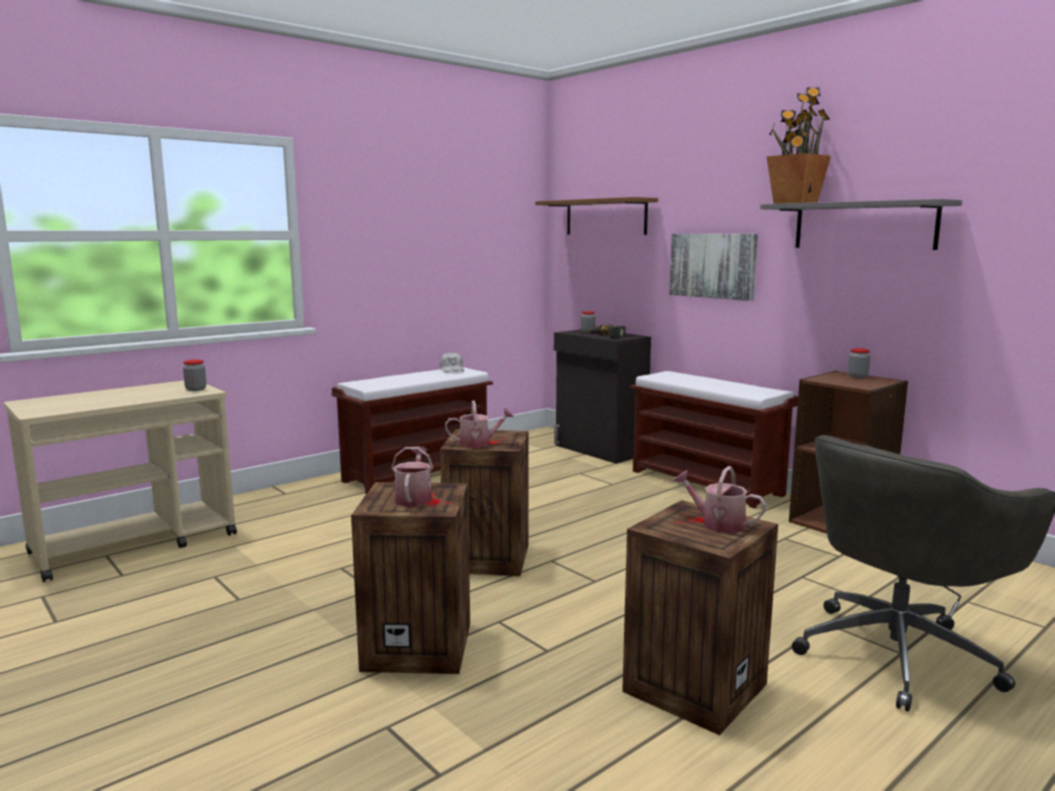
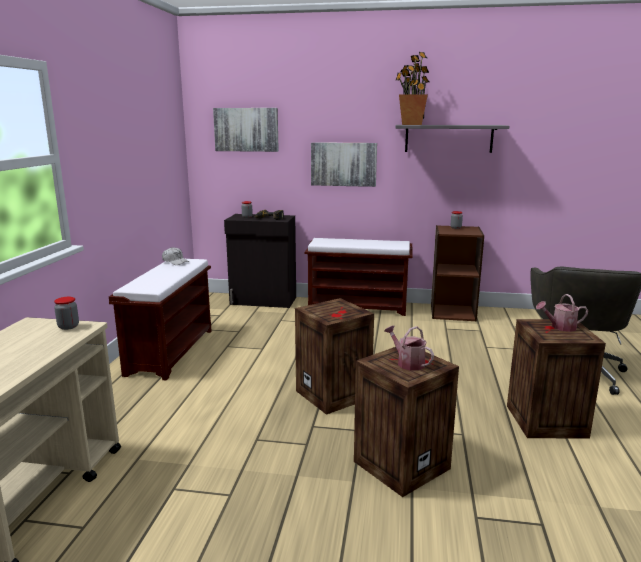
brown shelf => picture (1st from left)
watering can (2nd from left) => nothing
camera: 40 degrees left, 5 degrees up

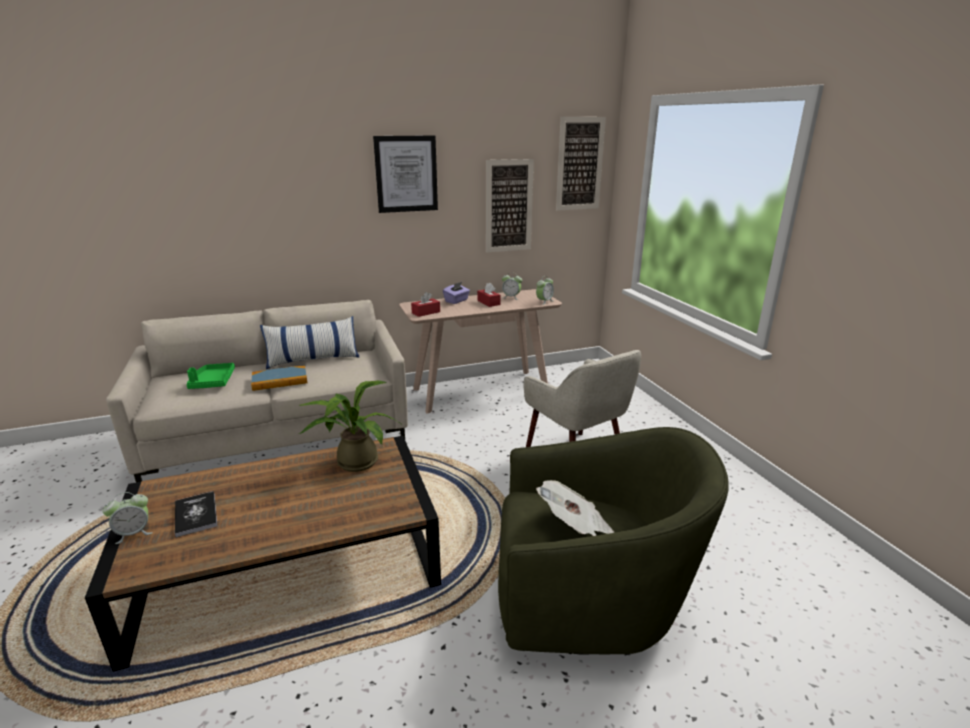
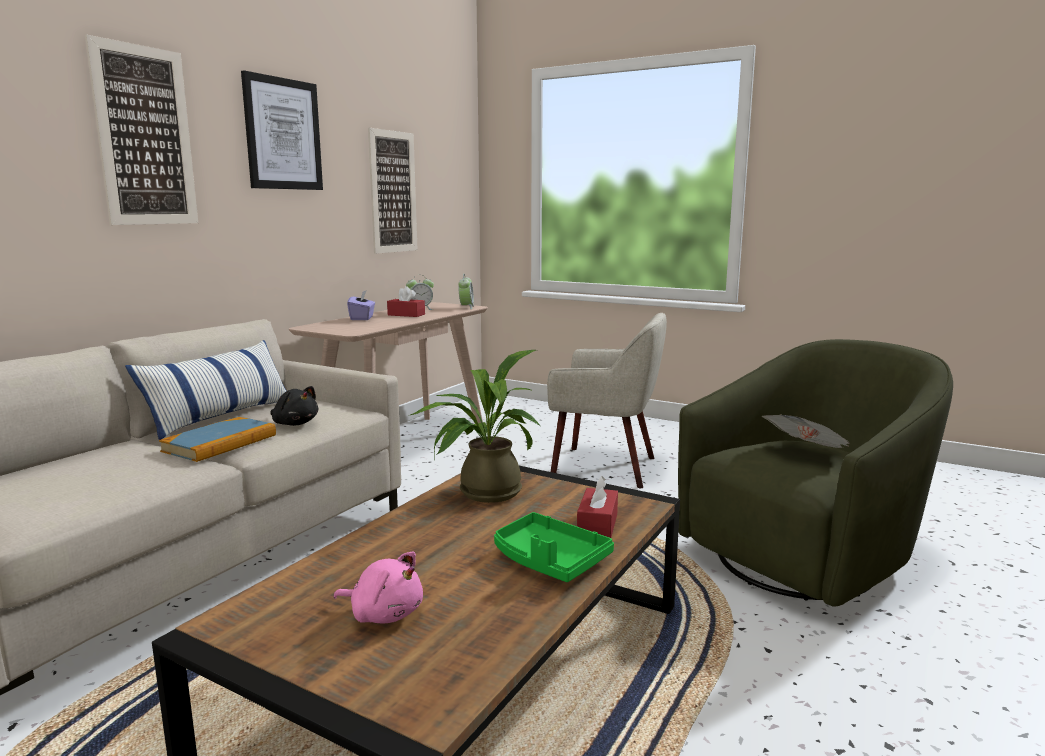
picture (3rd from left in the first image) => picture (1st from left), move
nothing => black plush toy
book (1st from left) => pink plush toy
green tray, move
red tissue box (1st from left in the first image) => red tissue box (2nd from left), move
alarm clock (1st from left) => nothing
camera: 40 degrees left, 10 degrees down

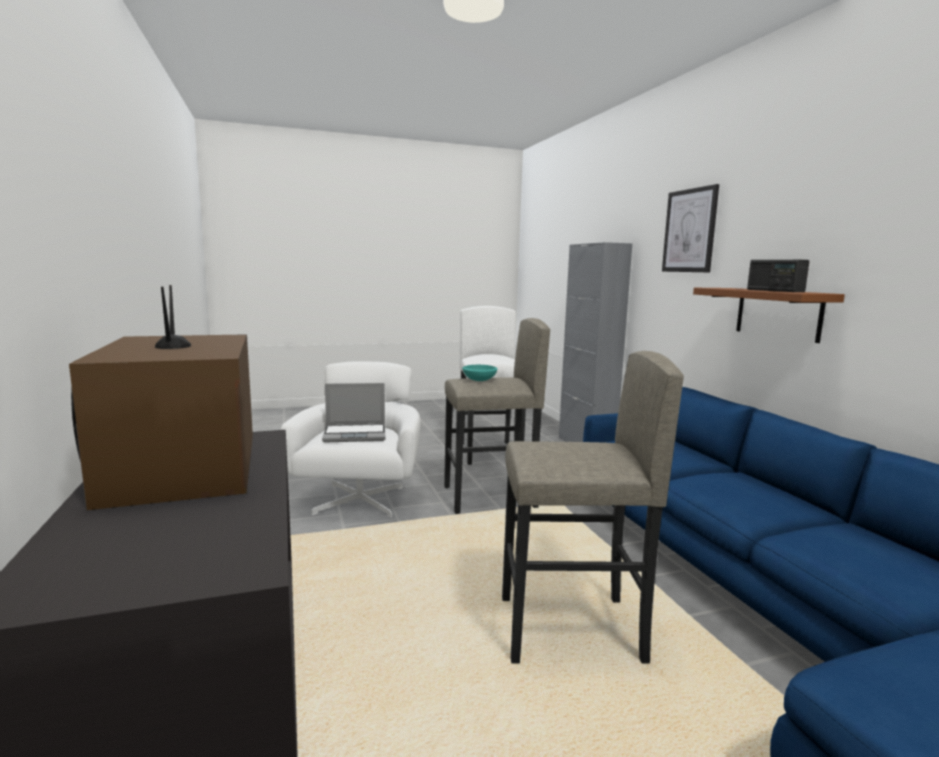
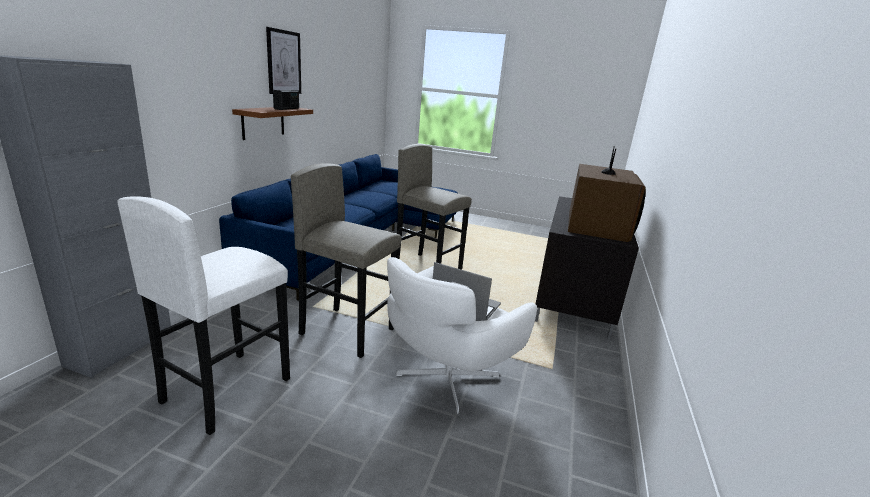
picture, move
turquoise bowl => nothing
camera: 145 degrees left, 10 degrees up

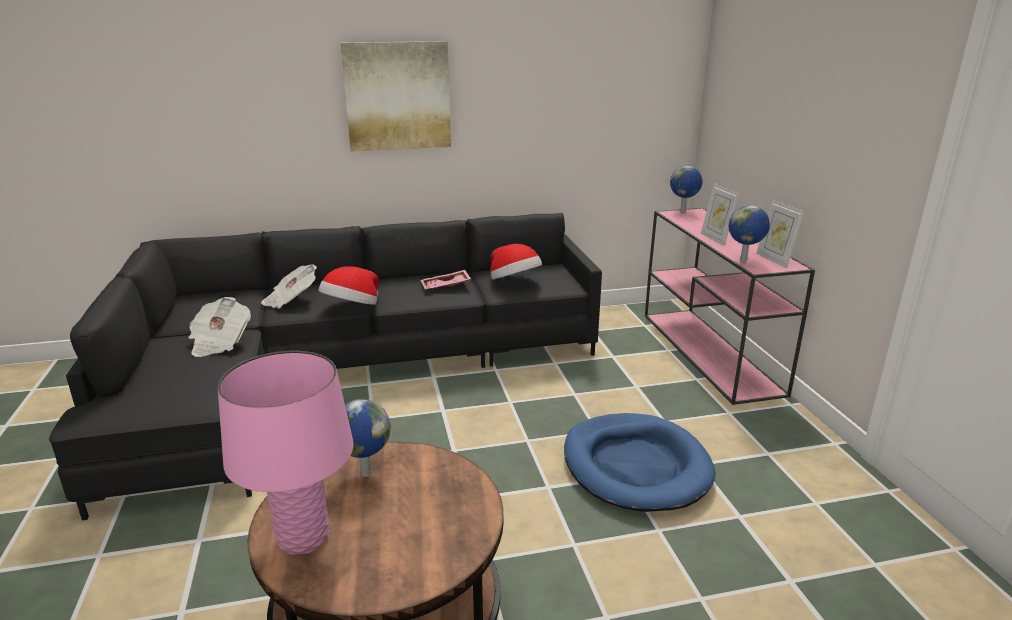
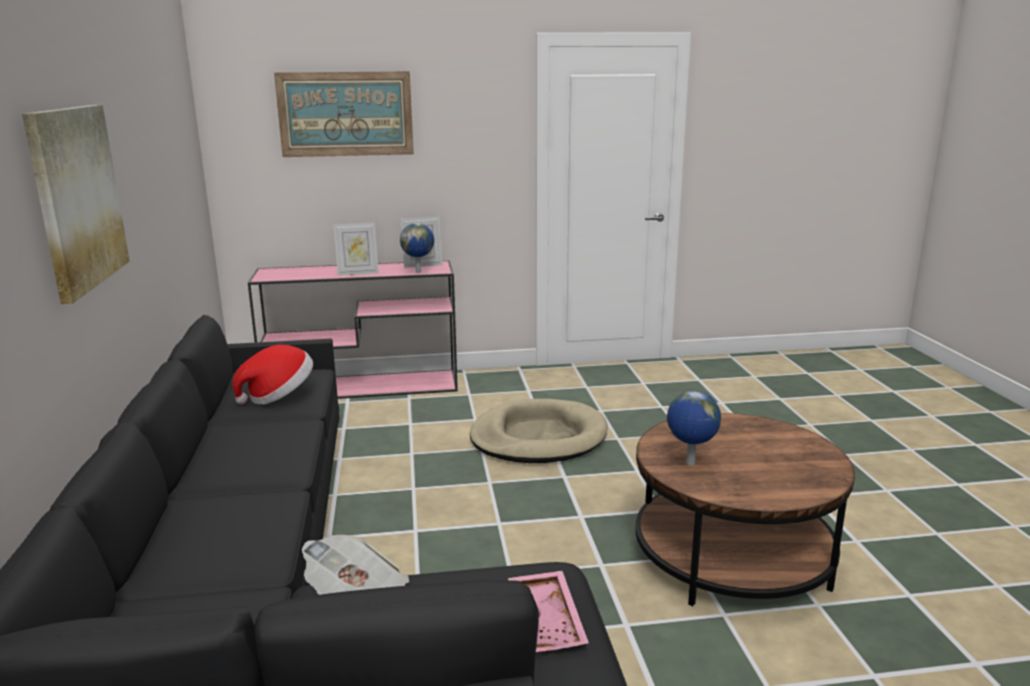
nothing => picture (2nd from left)
blue dog bed => beige dog bed
pink tray, move
pink table lamp => nothing
newspaper (2nd from left) => nothing
hat (1st from left) => nothing
globe (2nd from left) => nothing
camera: 85 degrees left, 5 degrees down

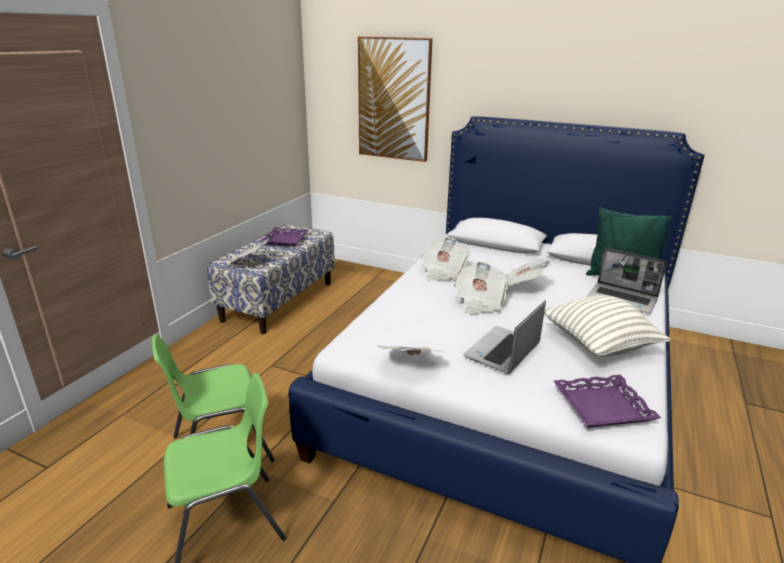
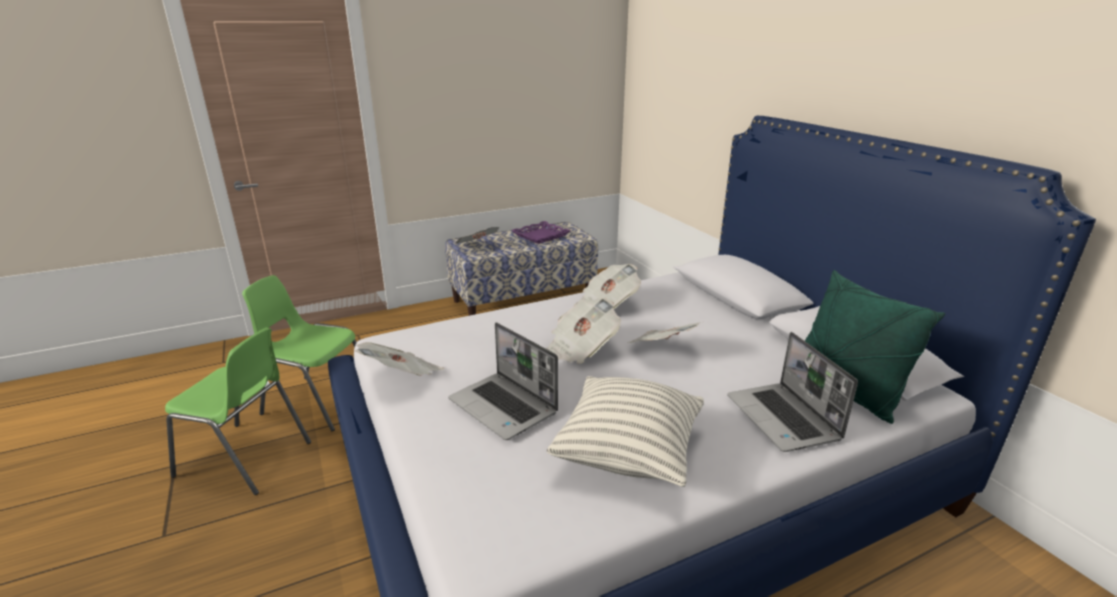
laptop (1st from left), 120 degrees counterclockwise
picture => nothing
purple tray (2nd from left) => nothing
camera: 40 degrees right, 0 degrees up

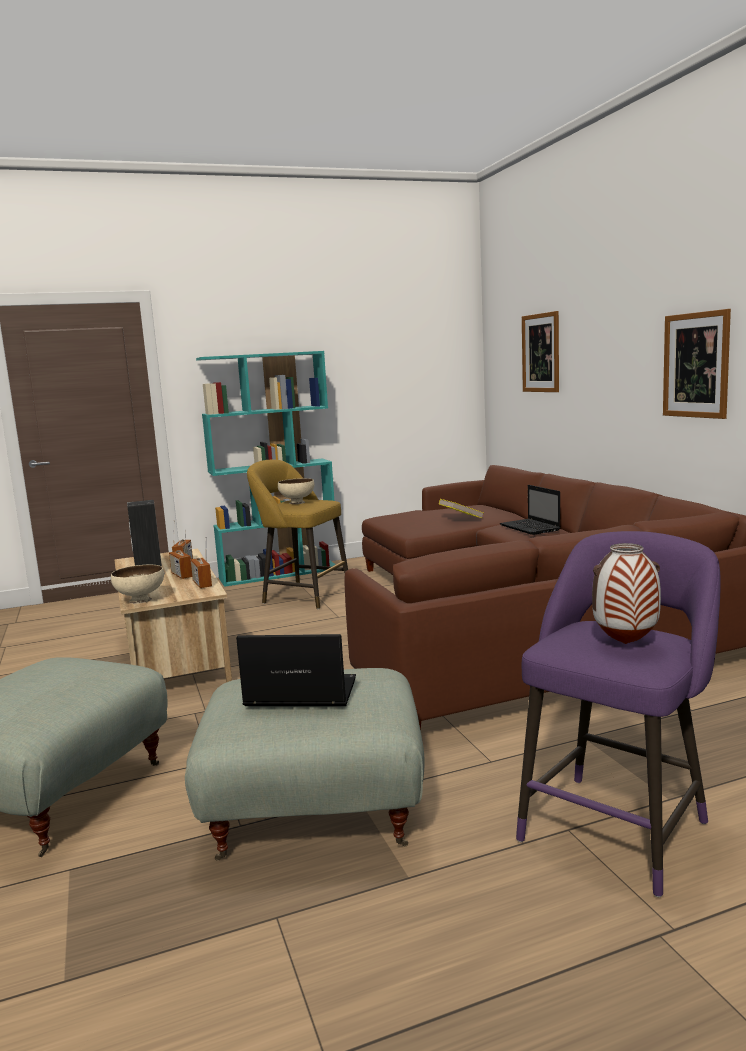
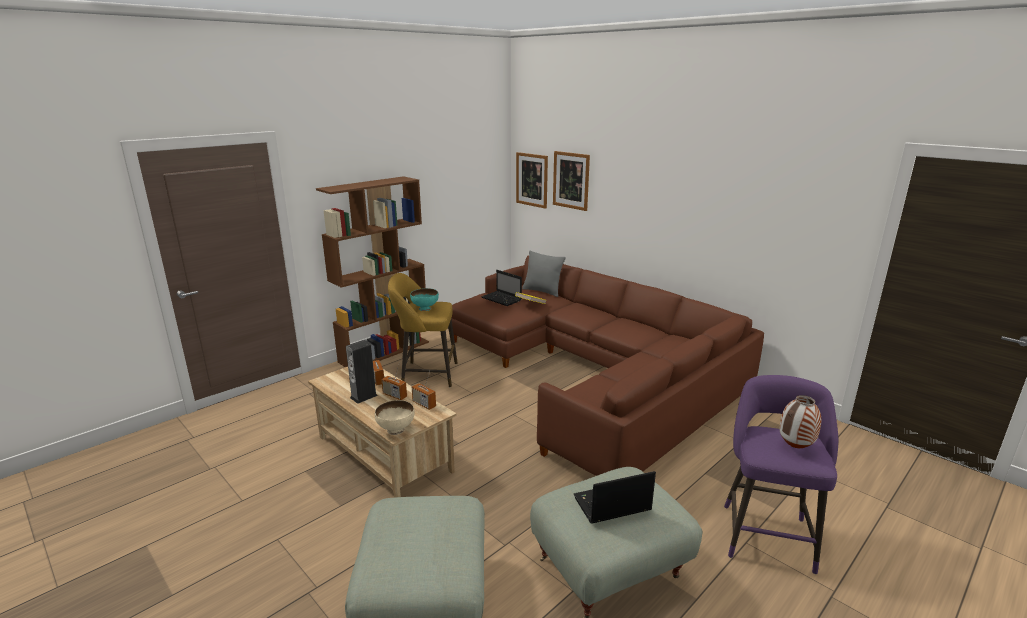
turquoise bookcase => brown bookcase
beige bowl (2nd from left) => turquoise bowl
laptop (2nd from left in the first image) => laptop (1st from left), move
picture (2nd from left in the first image) => picture (1st from left), move
nothing => grey pillow
camera: 25 degrees left, 10 degrees up

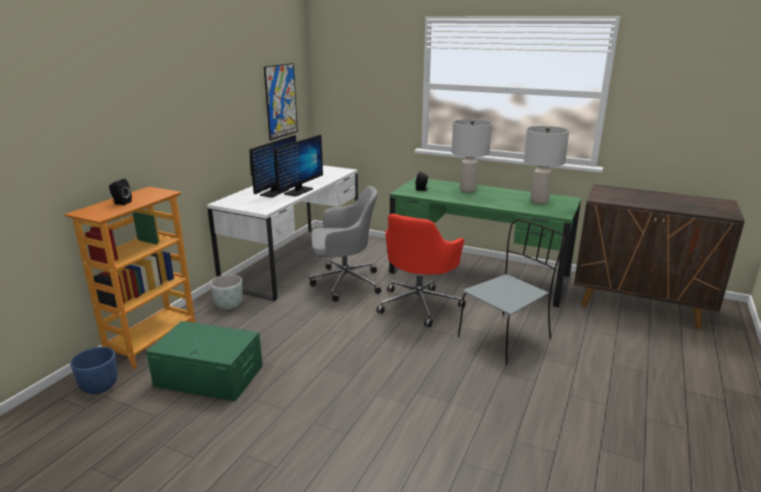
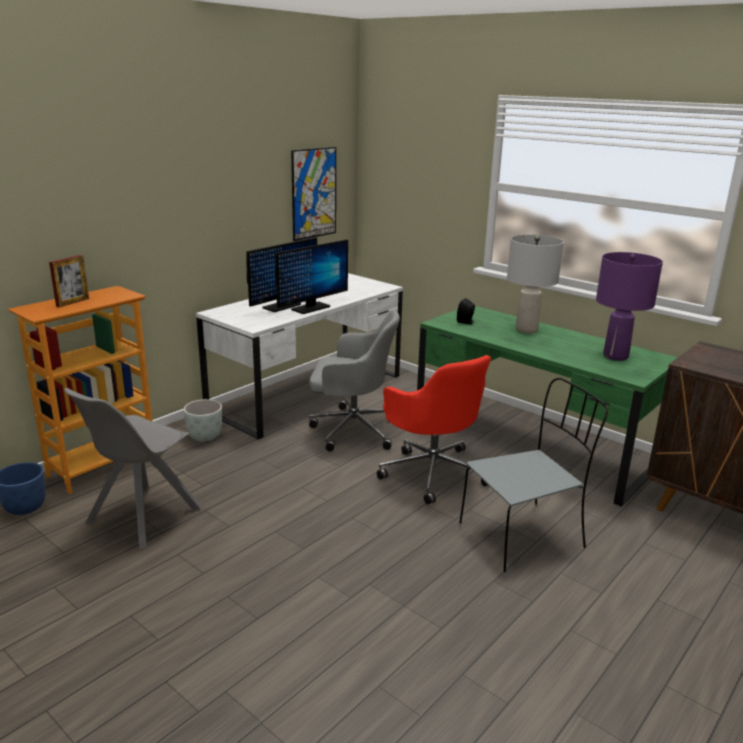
black speaker (1st from left) => picture frame
green storage box => grey chair (1st from left)
red office chair, 75 degrees counterclockwise
grey table lamp (2nd from left) => purple table lamp
camera: 15 degrees right, 0 degrees up

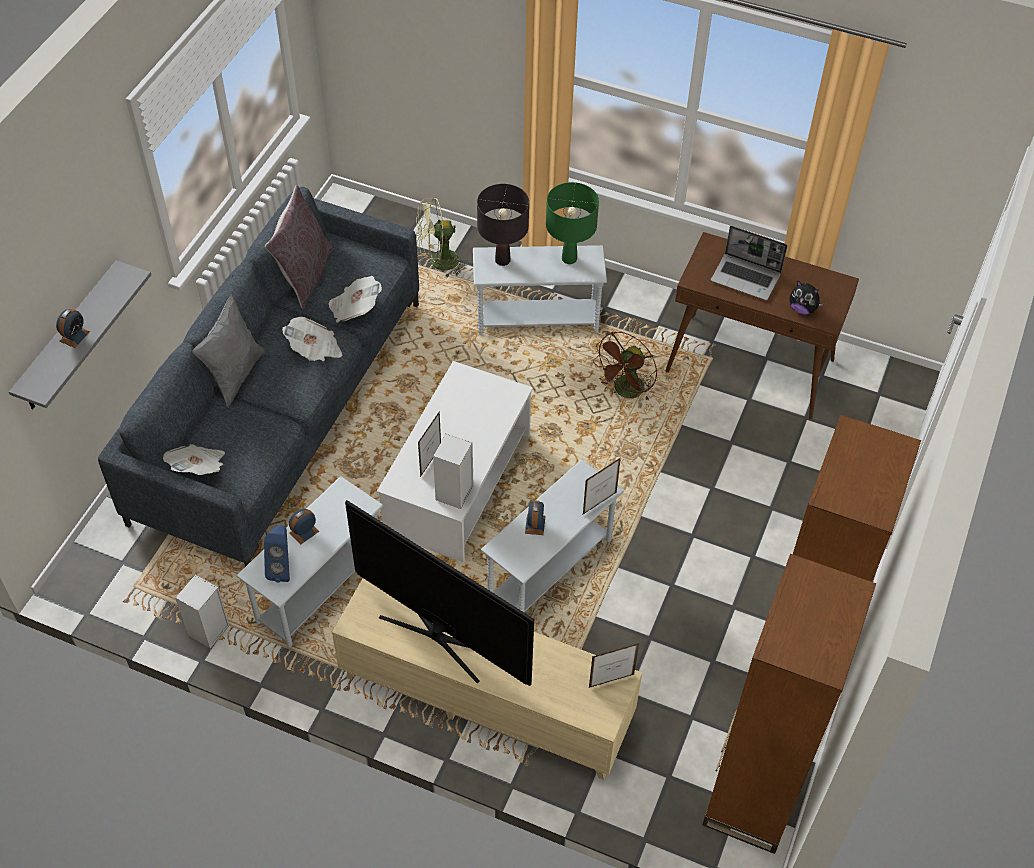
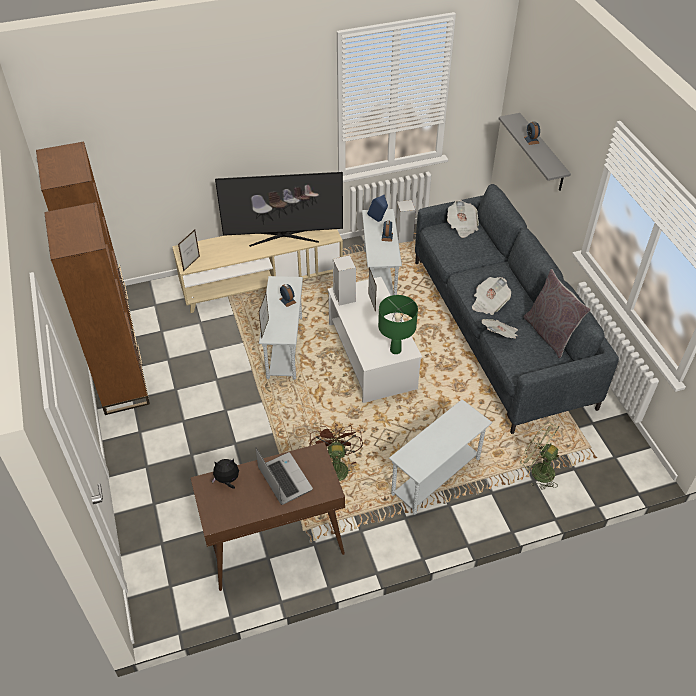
laptop, 75 degrees clockwise
green table lamp, move
green fan, 90 degrees counterclockwise
grey pillow (1st from left) => nothing
black table lamp => nothing
camera: 140 degrees right, 5 degrees down

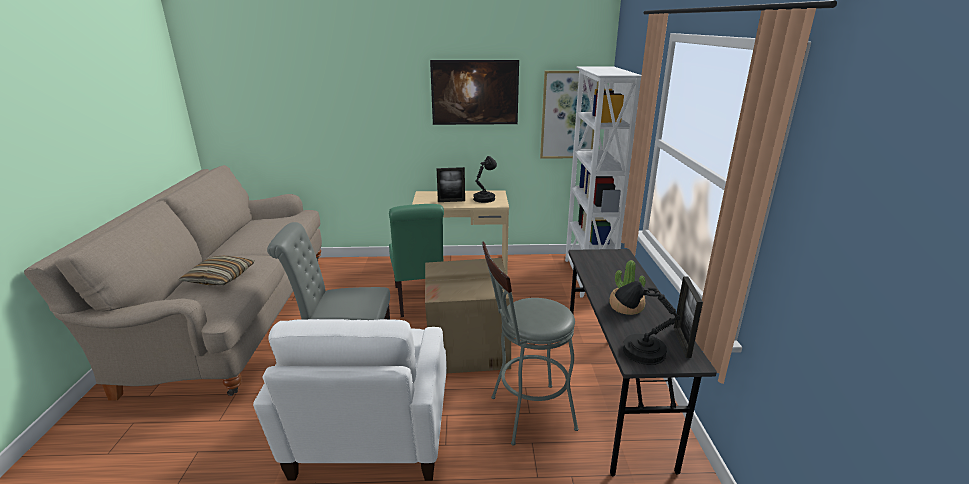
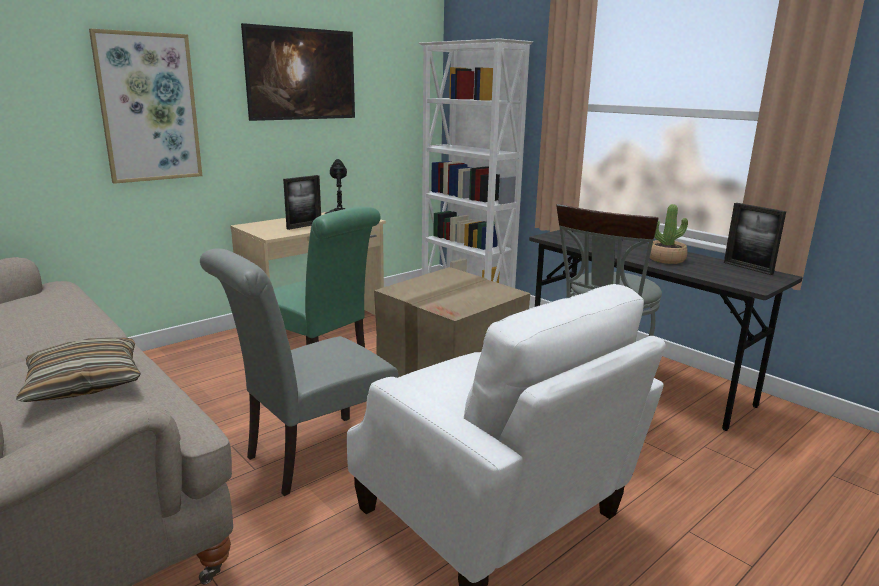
picture (2nd from left in the first image) => picture (1st from left), move
black table lamp (2nd from left) => nothing
camera: 40 degrees left, 5 degrees down

